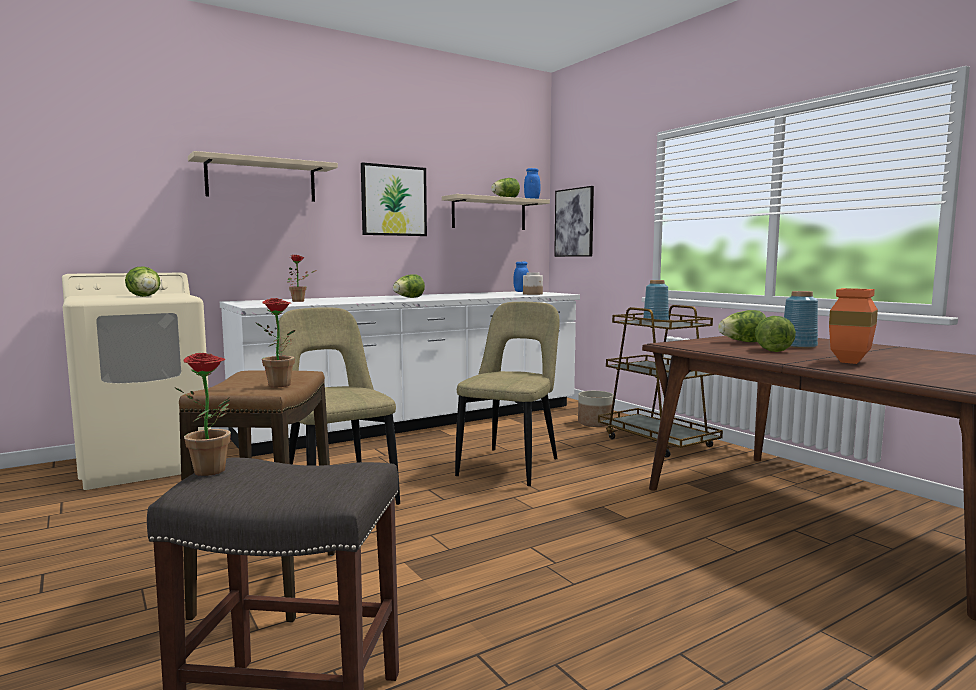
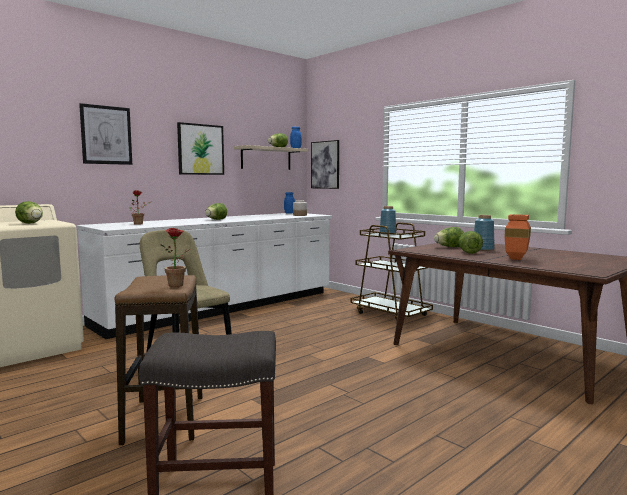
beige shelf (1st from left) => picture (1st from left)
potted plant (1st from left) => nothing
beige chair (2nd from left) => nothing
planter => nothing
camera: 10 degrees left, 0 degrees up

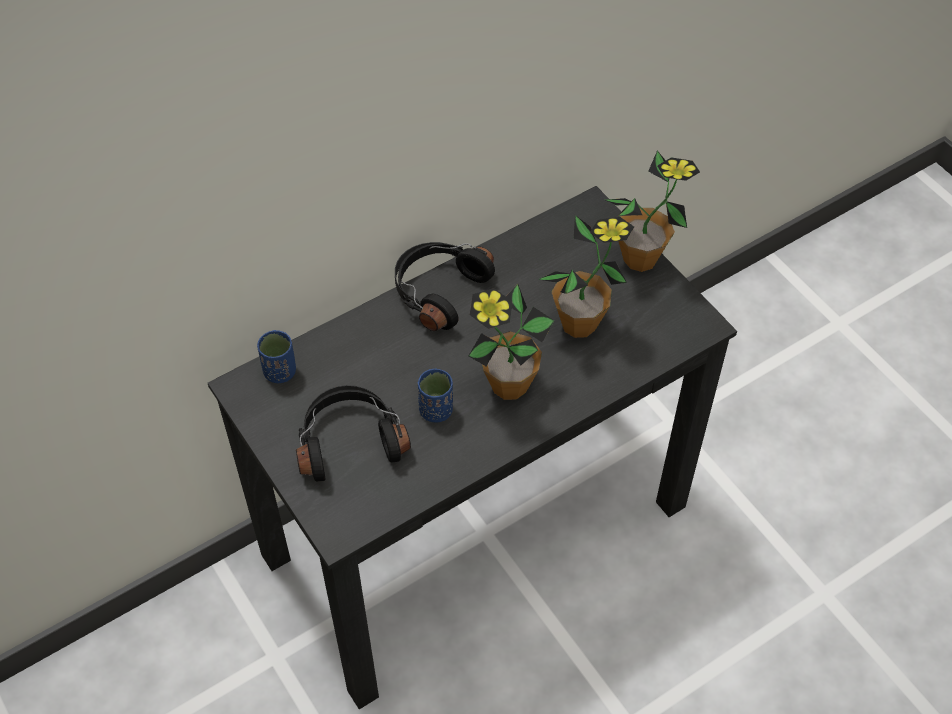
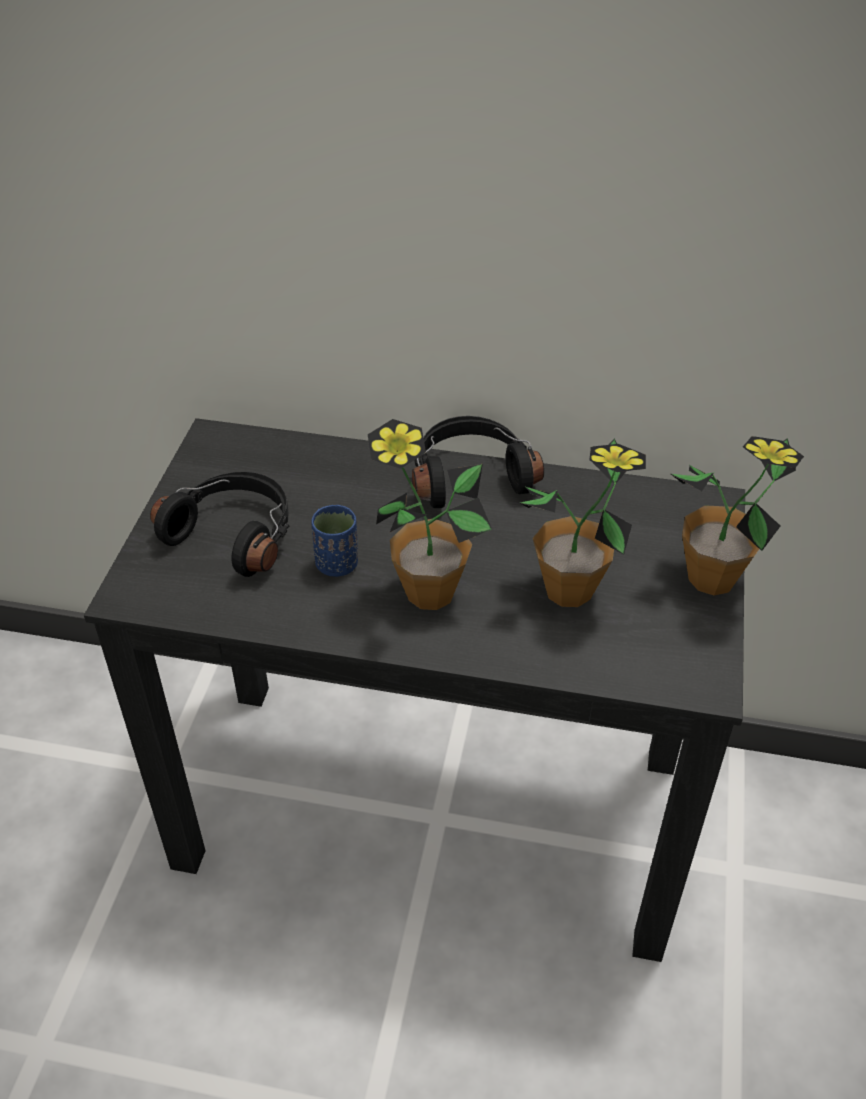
blue cup (1st from left) => nothing
camera: 45 degrees right, 10 degrees down

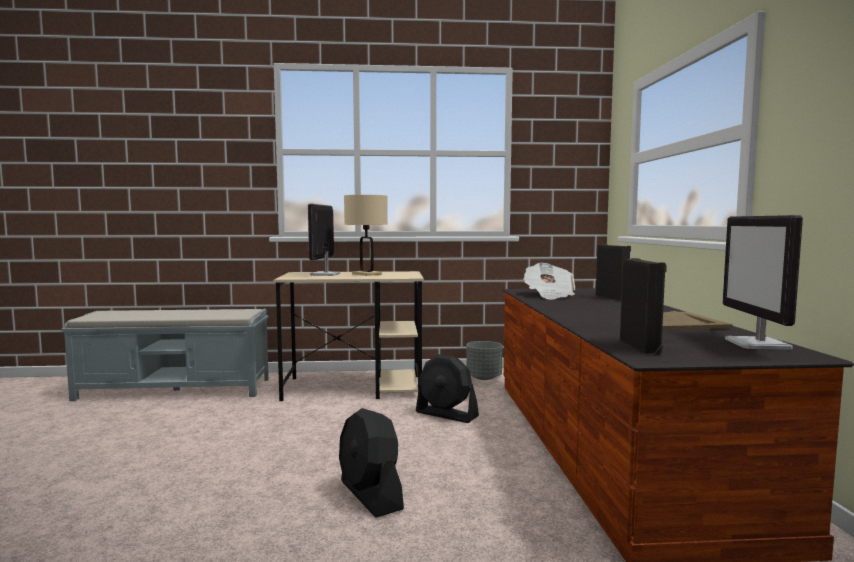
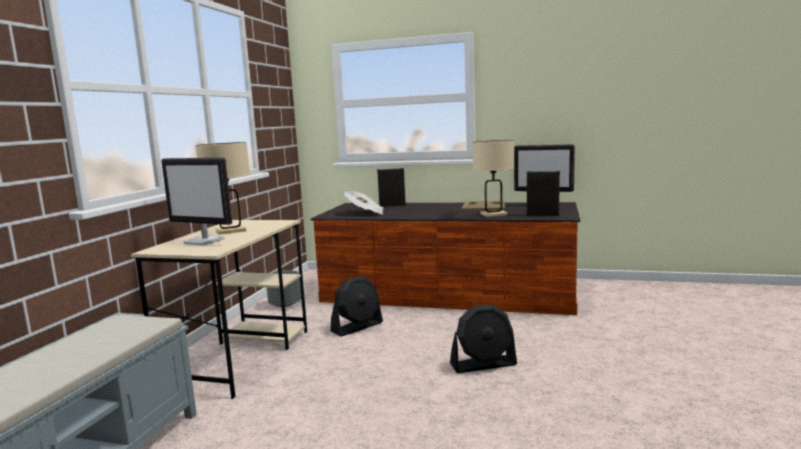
nothing => beige table lamp (2nd from left)
camera: 70 degrees left, 5 degrees up

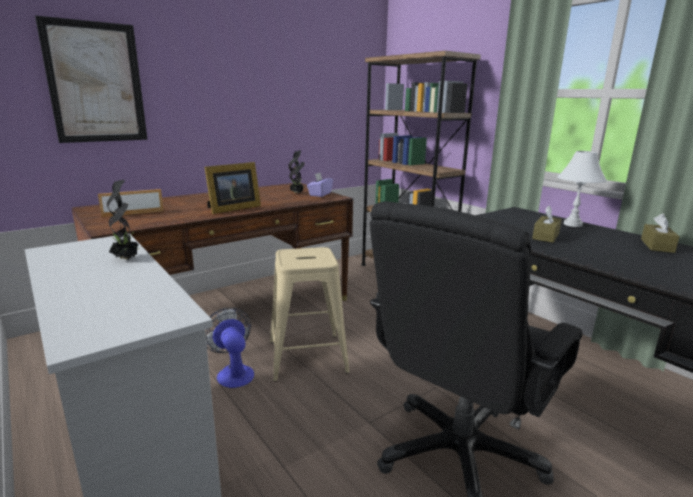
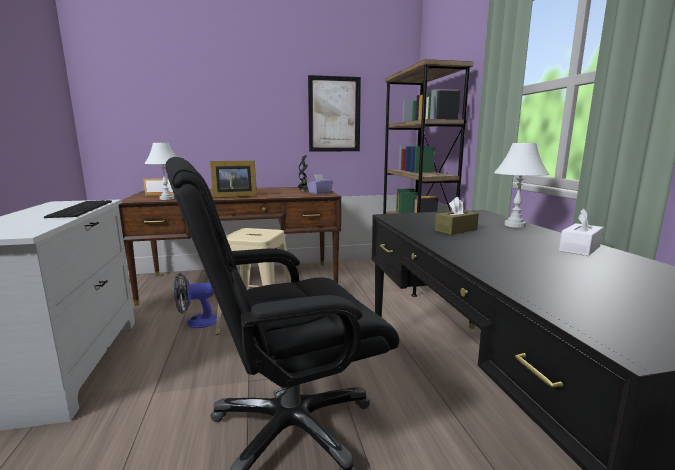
potted plant (1st from left) => keyboard
nothing => white table lamp (1st from left)
fan, 105 degrees counterclockwise
picture, move
brown tissue box (2nd from left) => white tissue box
camera: 25 degrees right, 5 degrees down

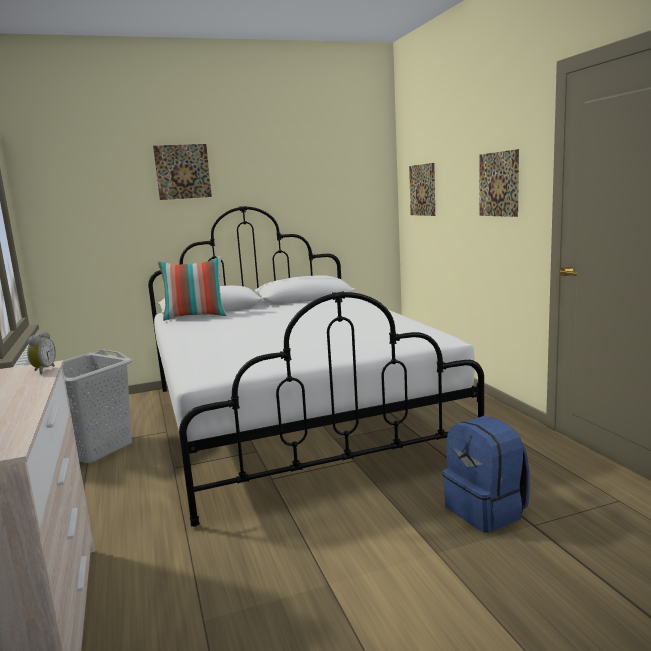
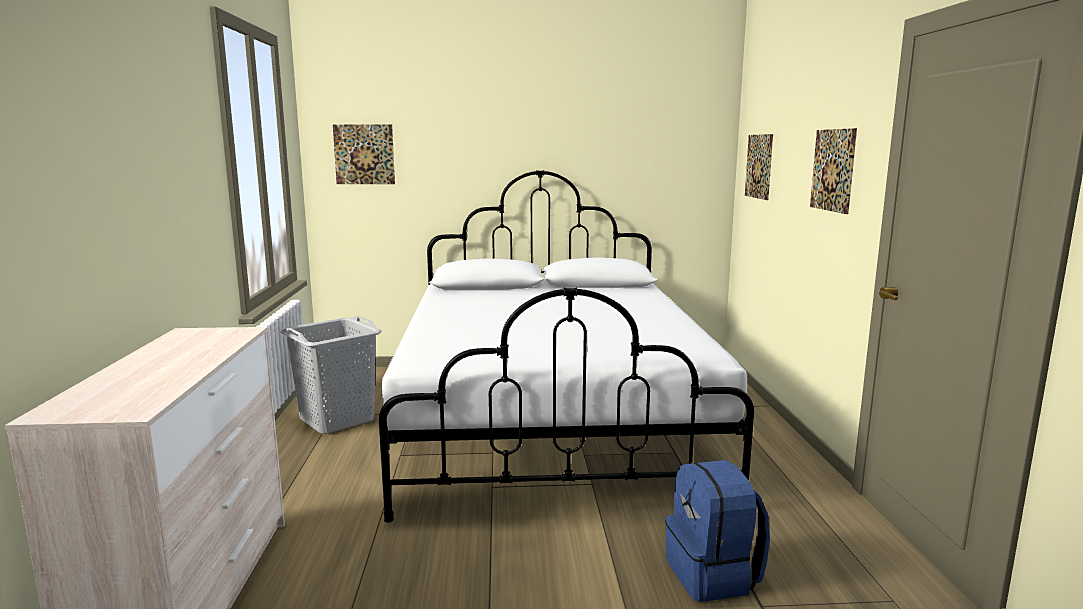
picture (1st from left), move
alarm clock => nothing
pillow => nothing
camera: 15 degrees right, 0 degrees up

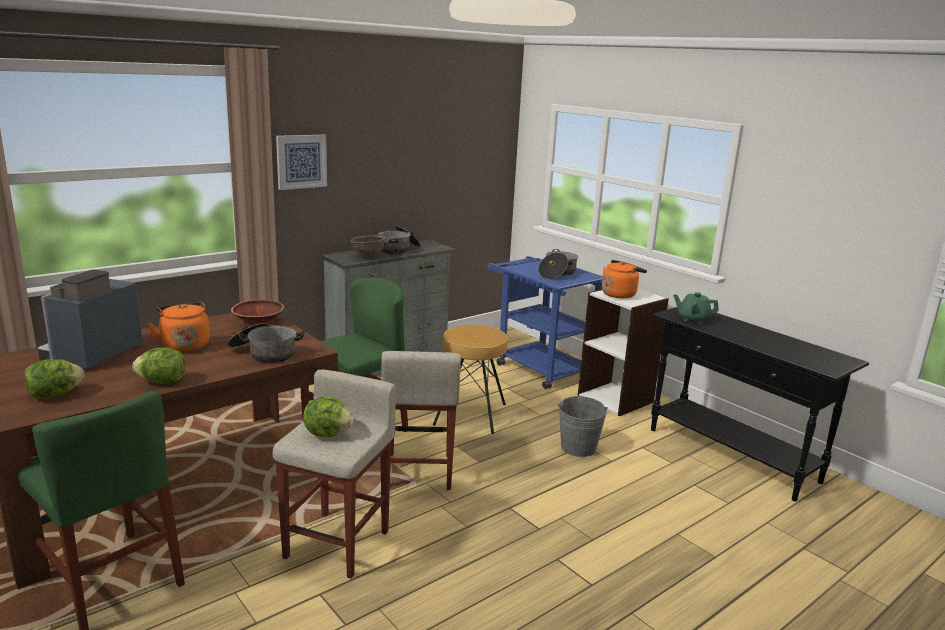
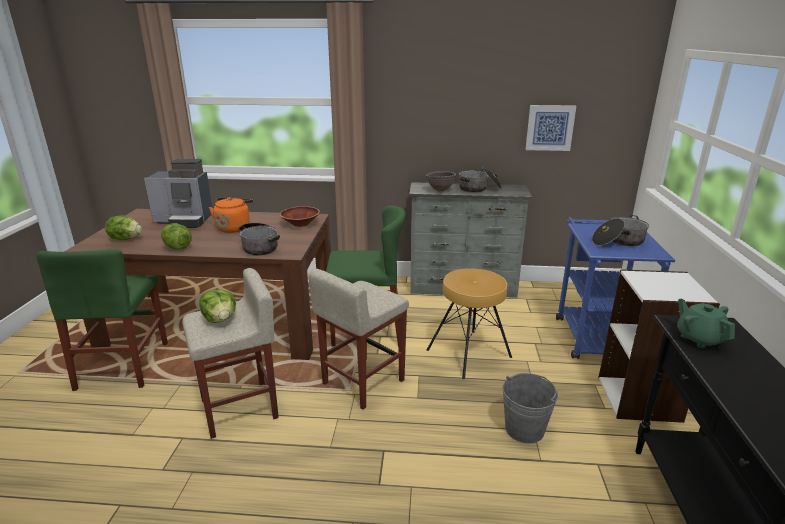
coffee machine, 150 degrees counterclockwise
picture, move
orange kettle (2nd from left) => nothing
camera: 45 degrees right, 5 degrees up

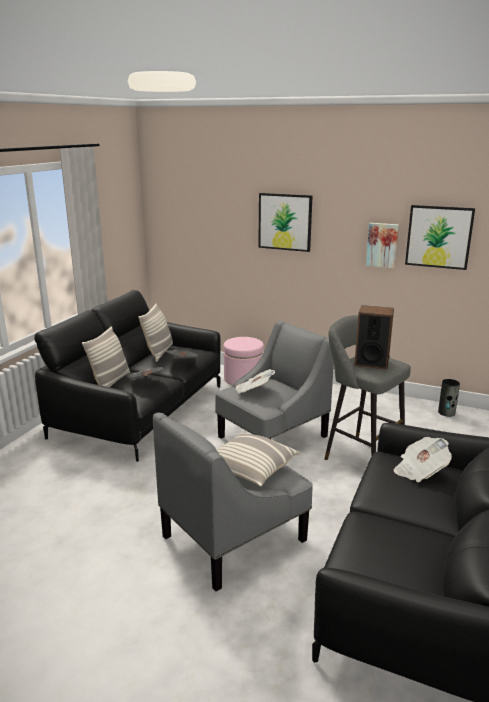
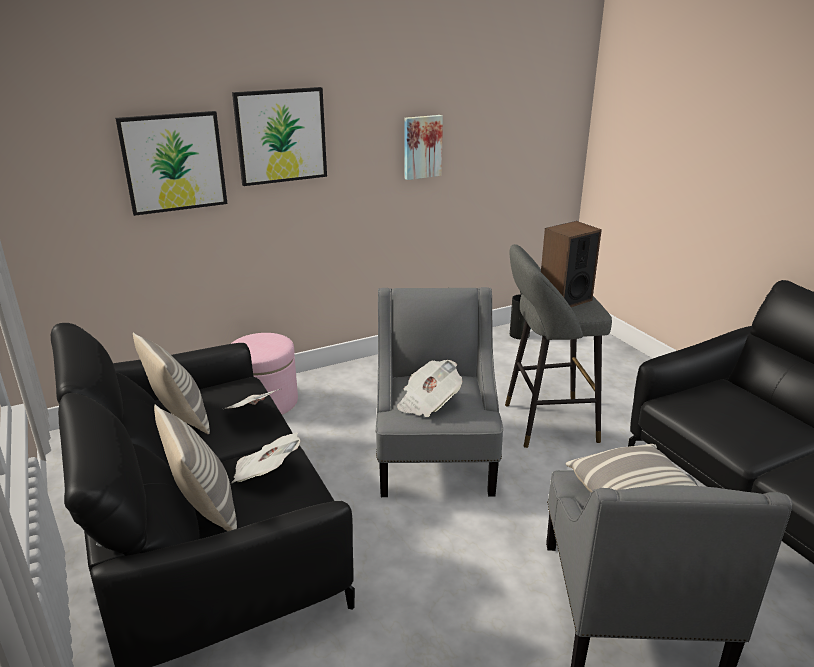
picture (3rd from left in the first image) => picture (1st from left), move
newspaper (4th from left) => nothing
camera: 50 degrees left, 5 degrees up

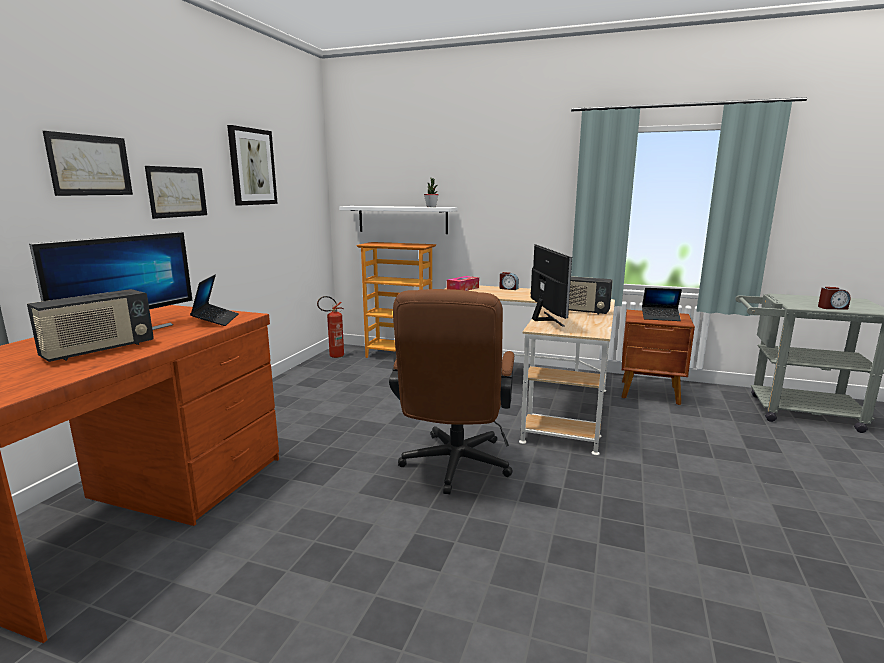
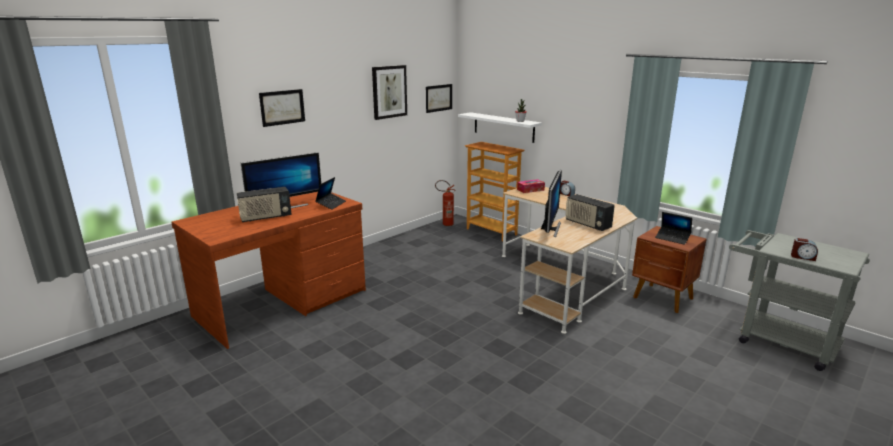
picture (2nd from left in the first image) => picture (3rd from left), move
brown office chair => nothing
camera: 25 degrees right, 5 degrees up

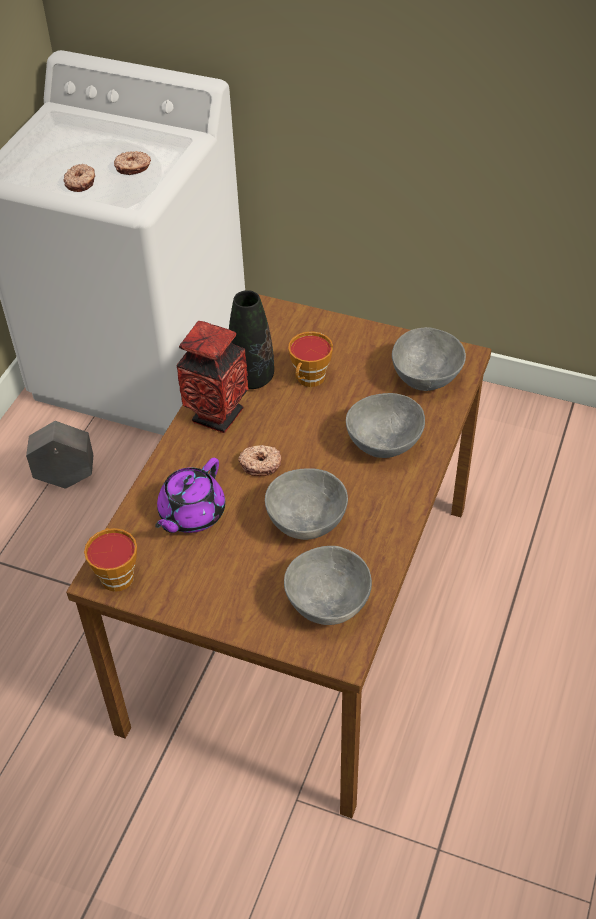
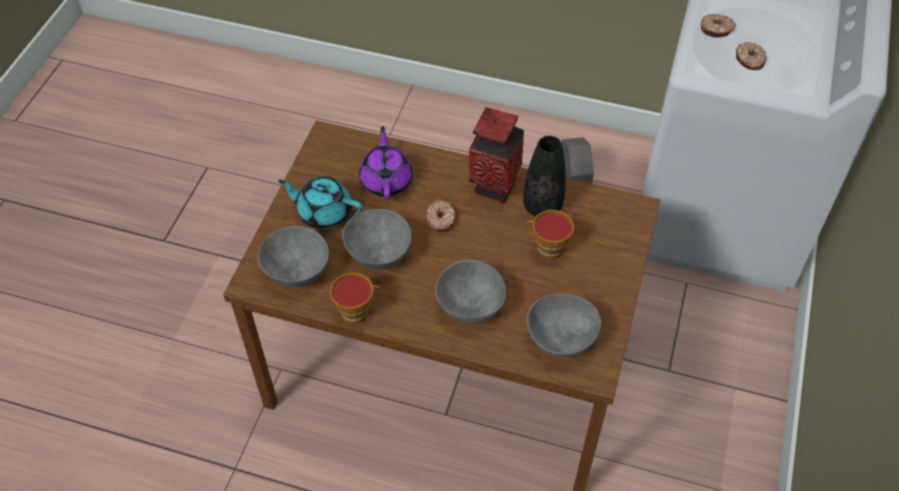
nothing => turquoise teapot
cup (1st from left), move
purple teapot, 60 degrees clockwise
camera: 85 degrees right, 5 degrees up

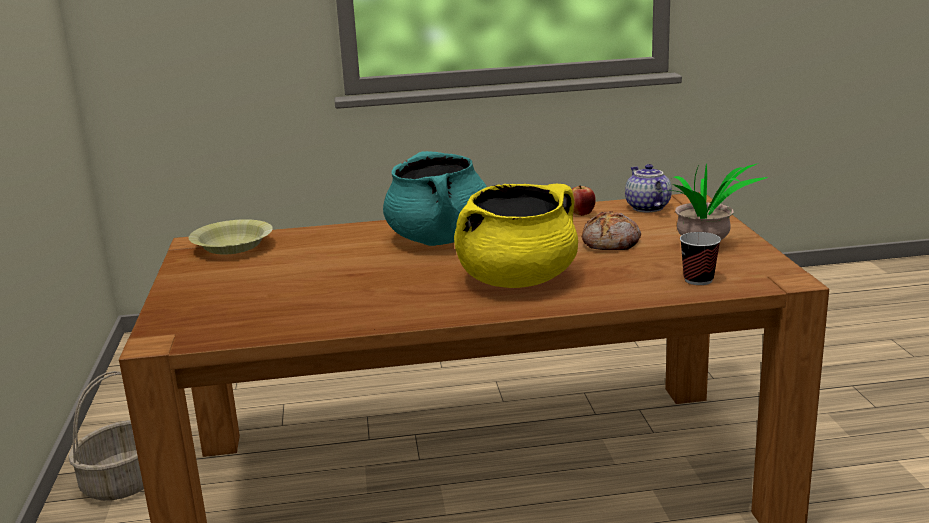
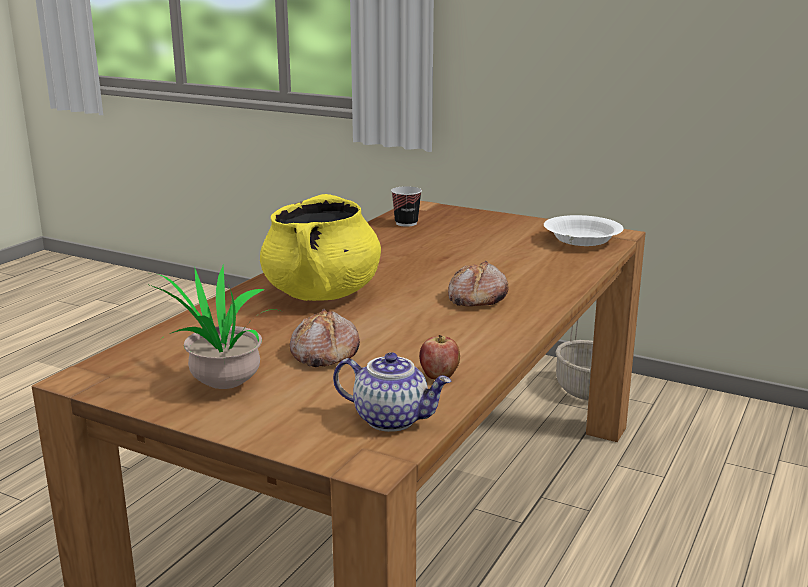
cup, move
turquoise cooking pot => bread (2nd from left)
yellow bowl => white bowl
camera: 125 degrees right, 0 degrees up

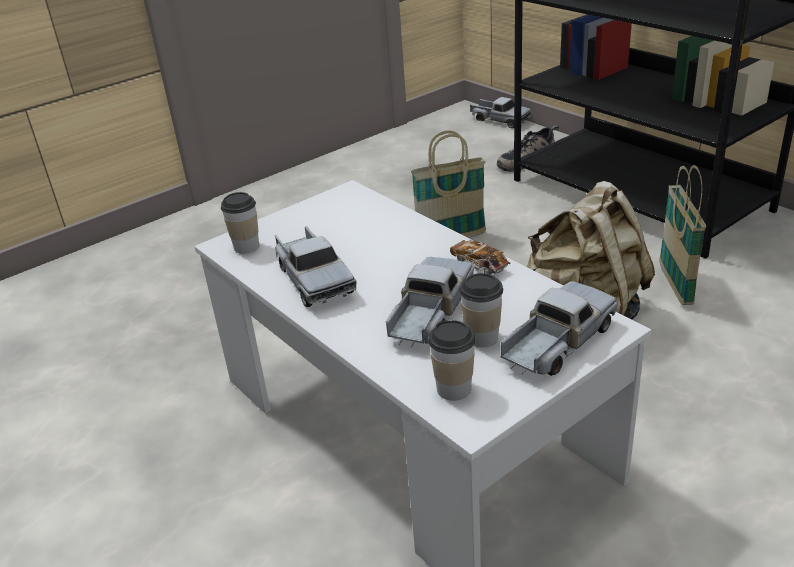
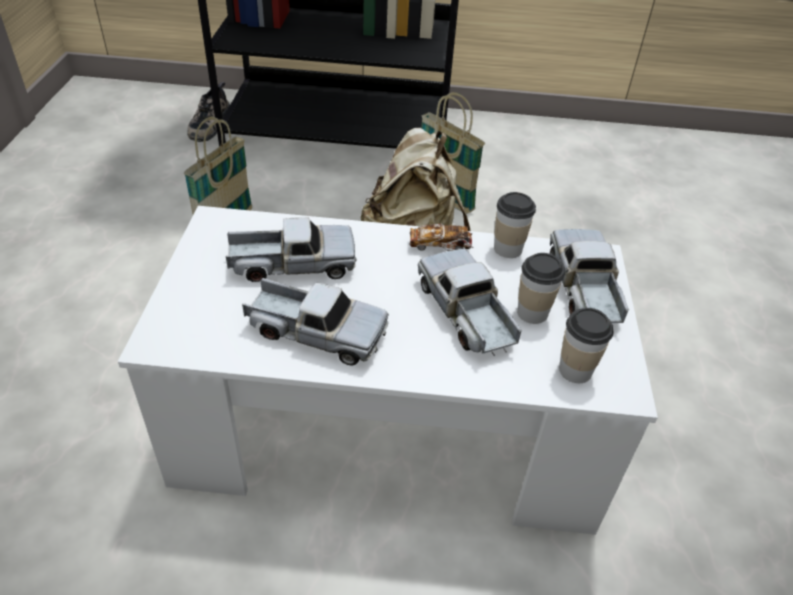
toy truck (3rd from left in the first image) => toy truck (1st from left), move
cup (1st from left), move
camera: 50 degrees left, 10 degrees up

